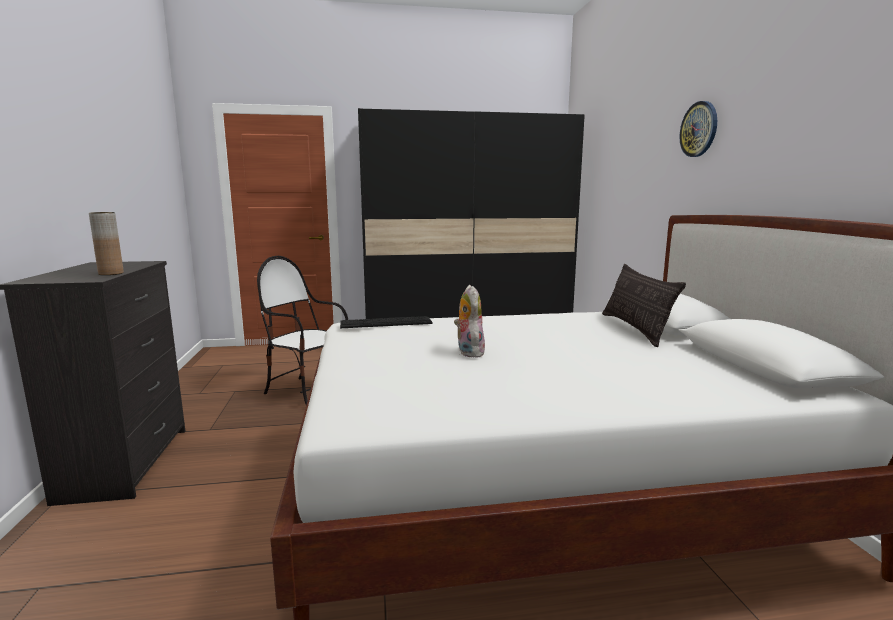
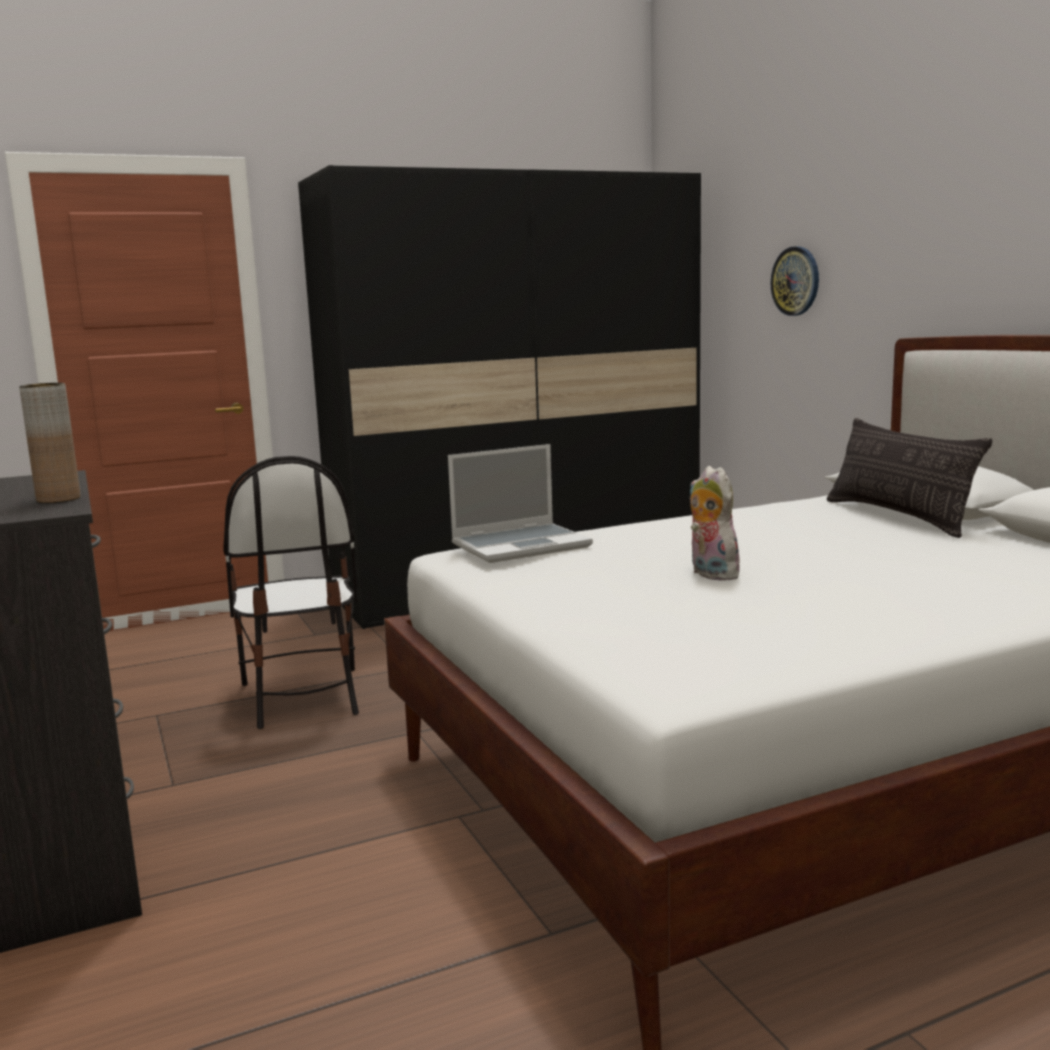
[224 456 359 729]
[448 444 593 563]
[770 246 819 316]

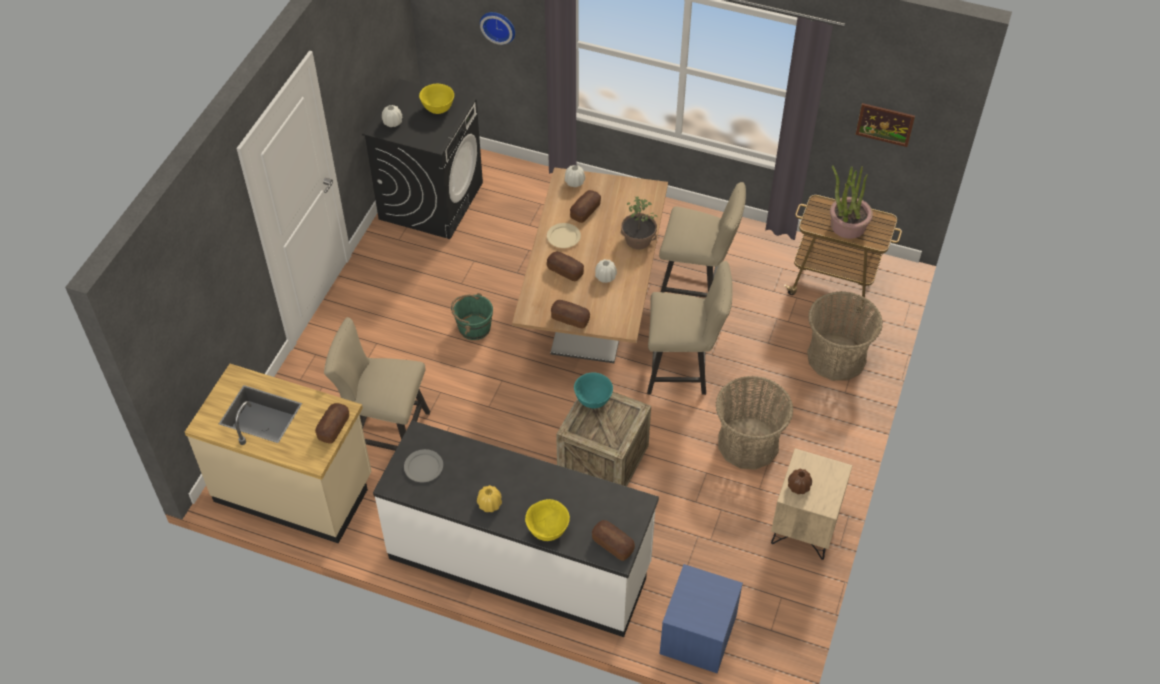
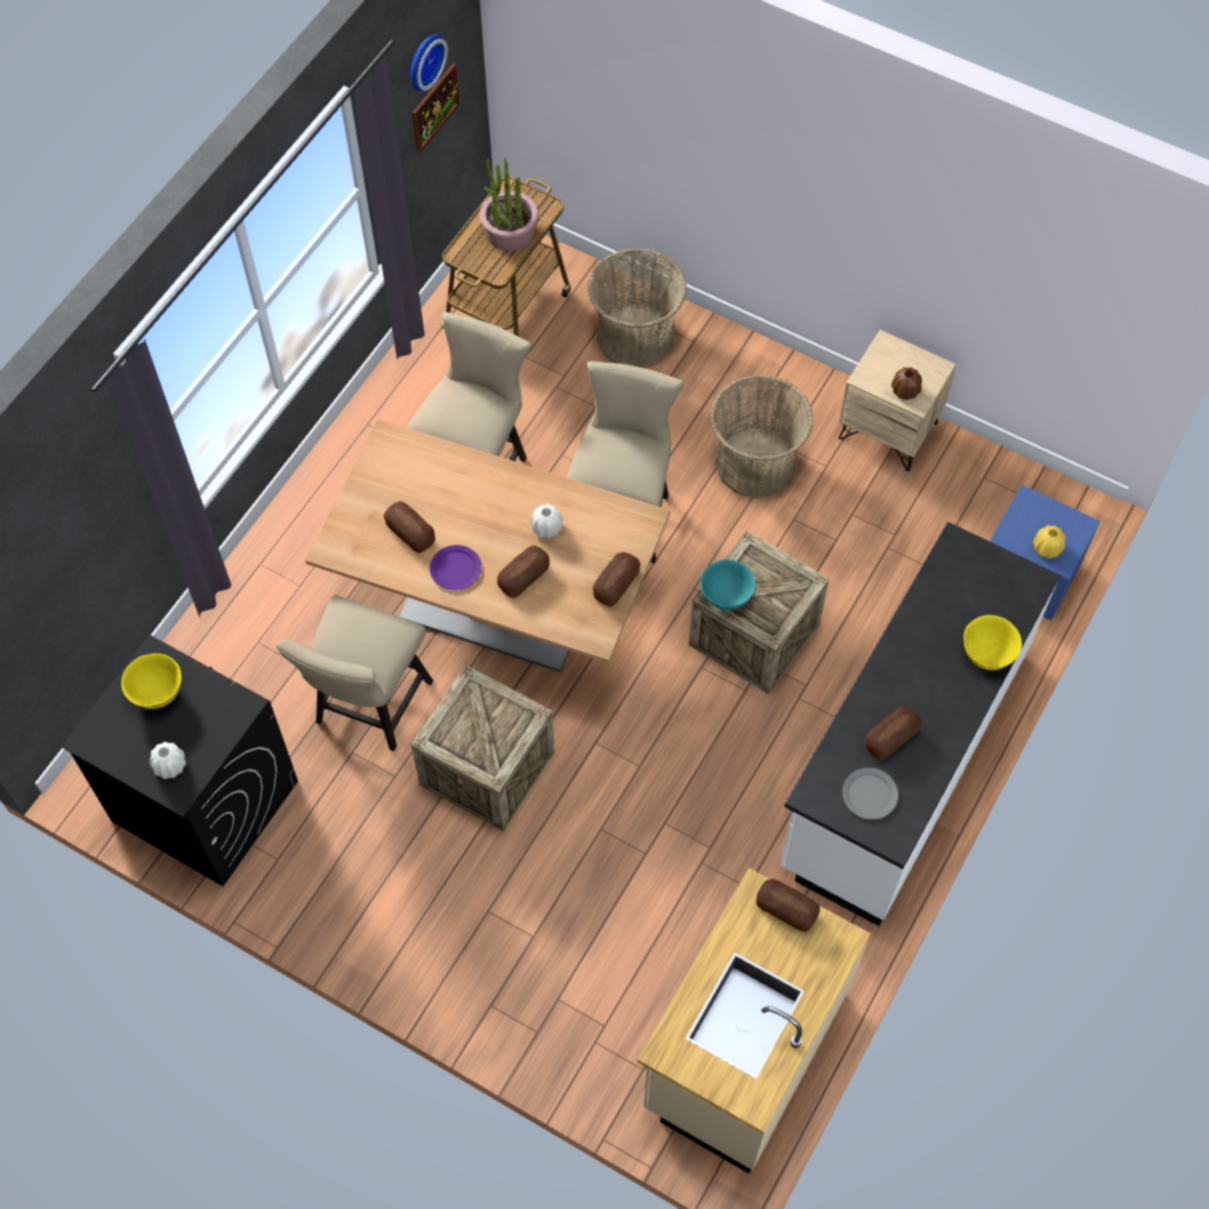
[276 595 433 751]
[411 665 555 831]
[1033 525 1066 559]
[410 34 448 91]
[430 545 482 590]
[565 165 585 187] (first image)
[864 707 921 760]
[621 197 658 249] (first image)

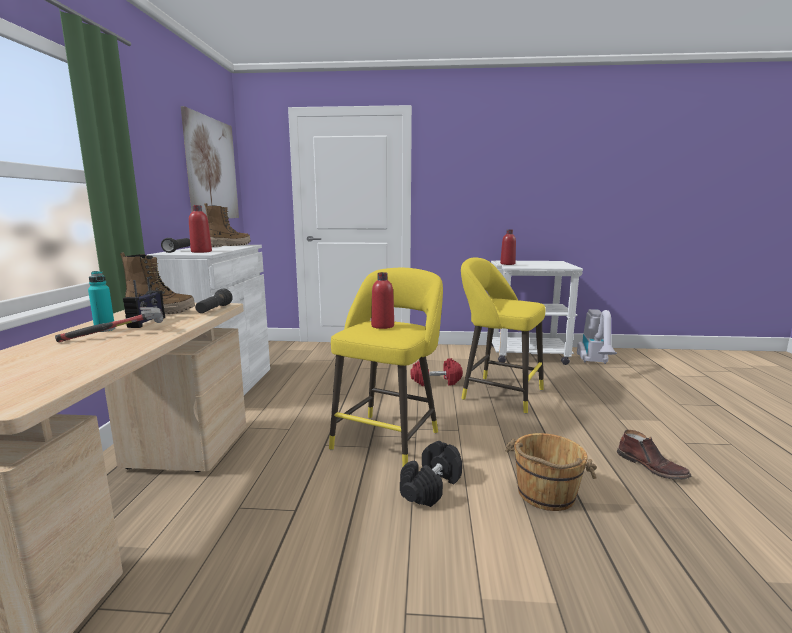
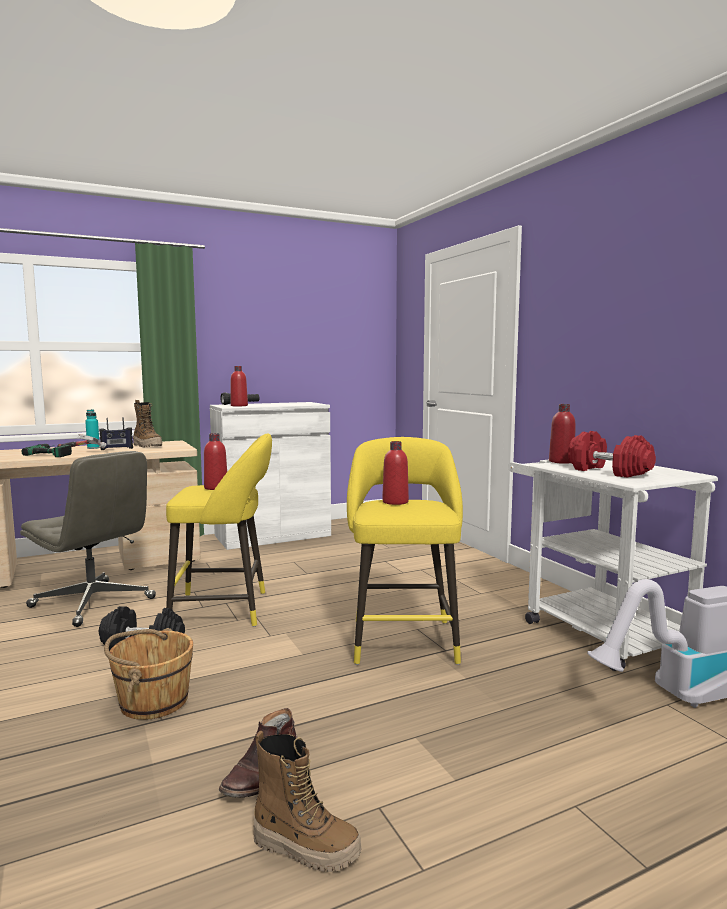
[181 106 239 218] (first image)
[195 289 233 313] (first image)
[254 730 362 872]
[568 431 656 477]
[20 451 156 627]
[22 444 72 457]
[382 441 409 505]

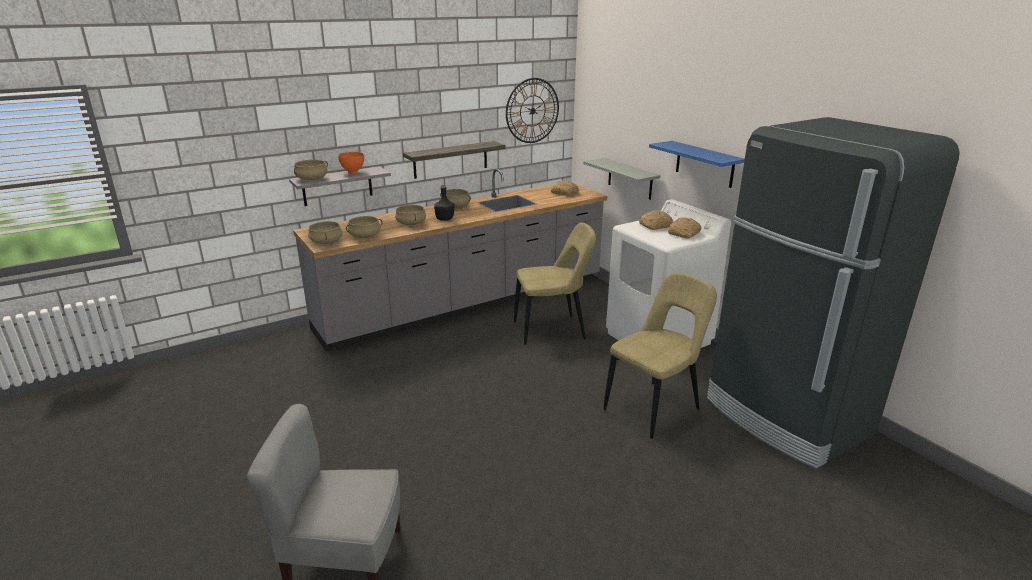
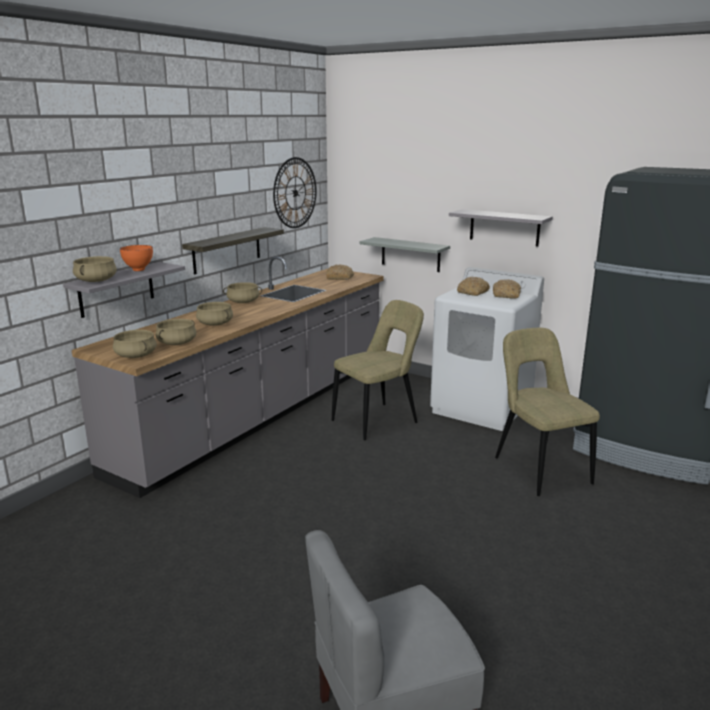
[434 184 454 221] (first image)
[495 328 600 496]
[449 209 553 246]

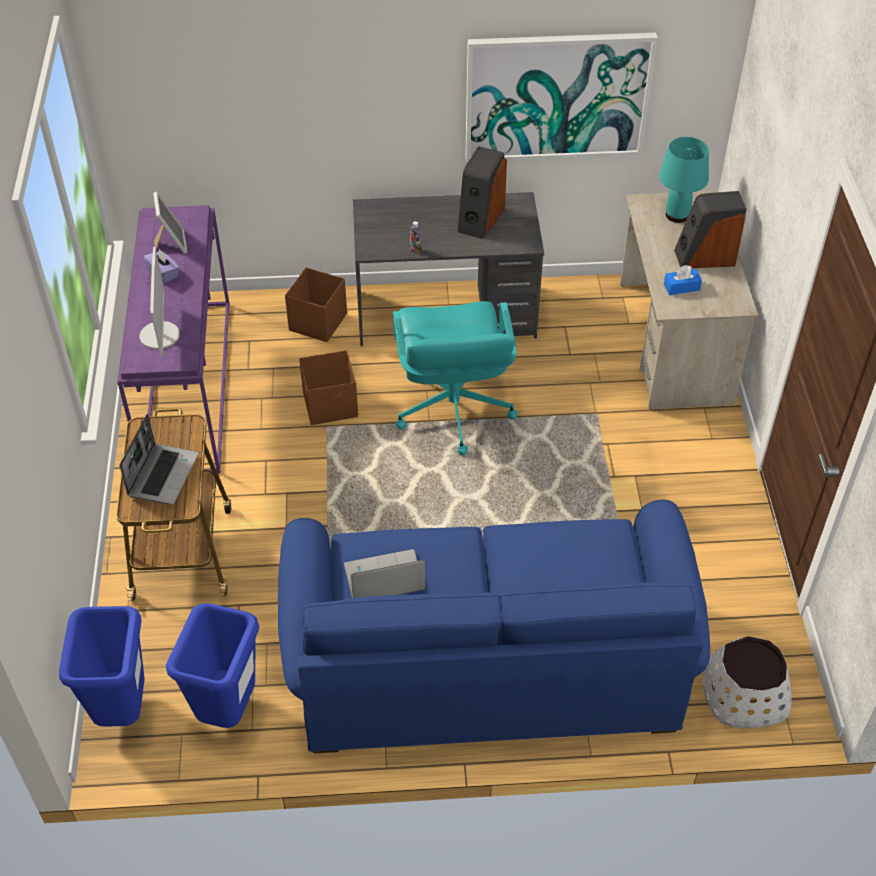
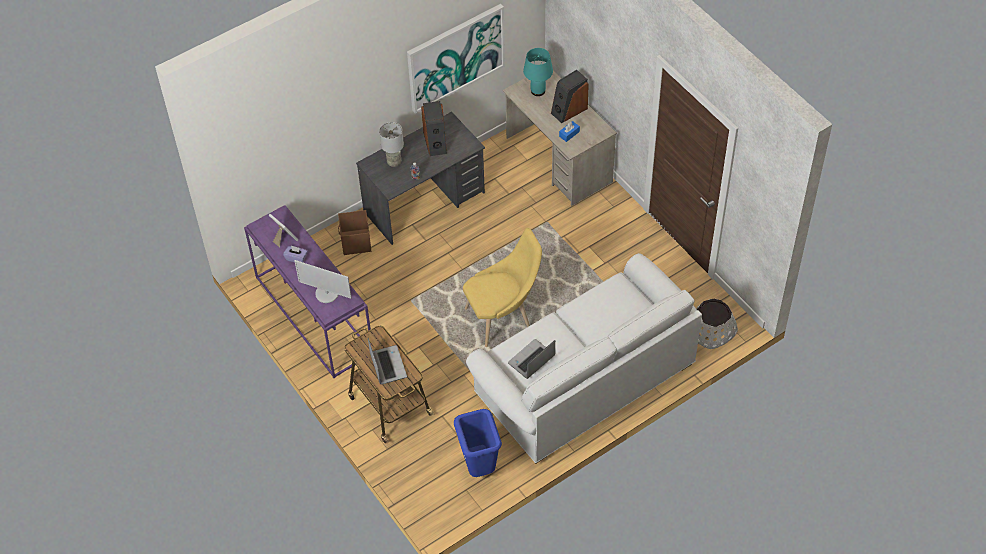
[59 606 145 727] (first image)
[295 260 352 303]
[466 253 703 463]
[299 350 358 425] (first image)
[393 301 518 455] (first image)
[379 122 404 167]
[463 228 542 347]

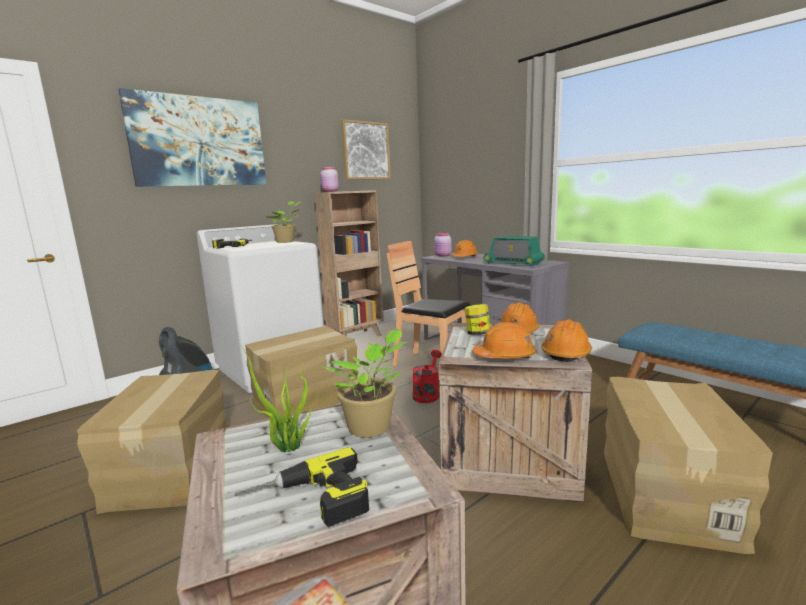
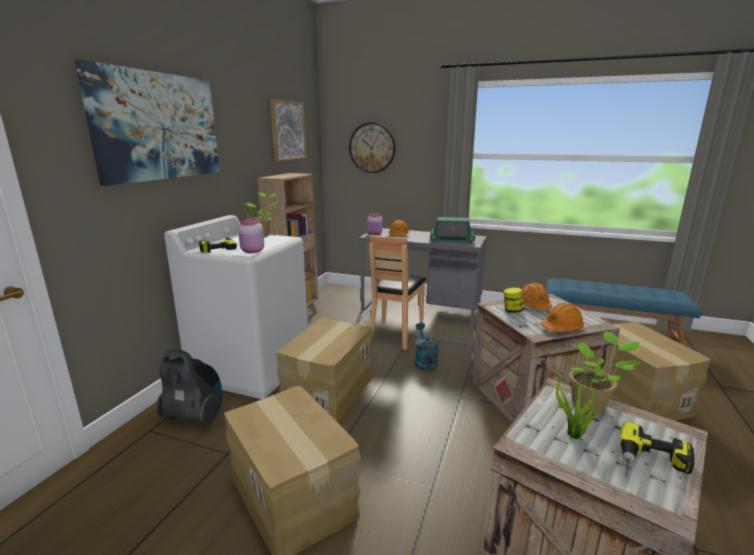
[238 219 264 253]
[369 235 426 350]
[415 323 439 371]
[541 319 592 362] (first image)
[349 122 395 173]

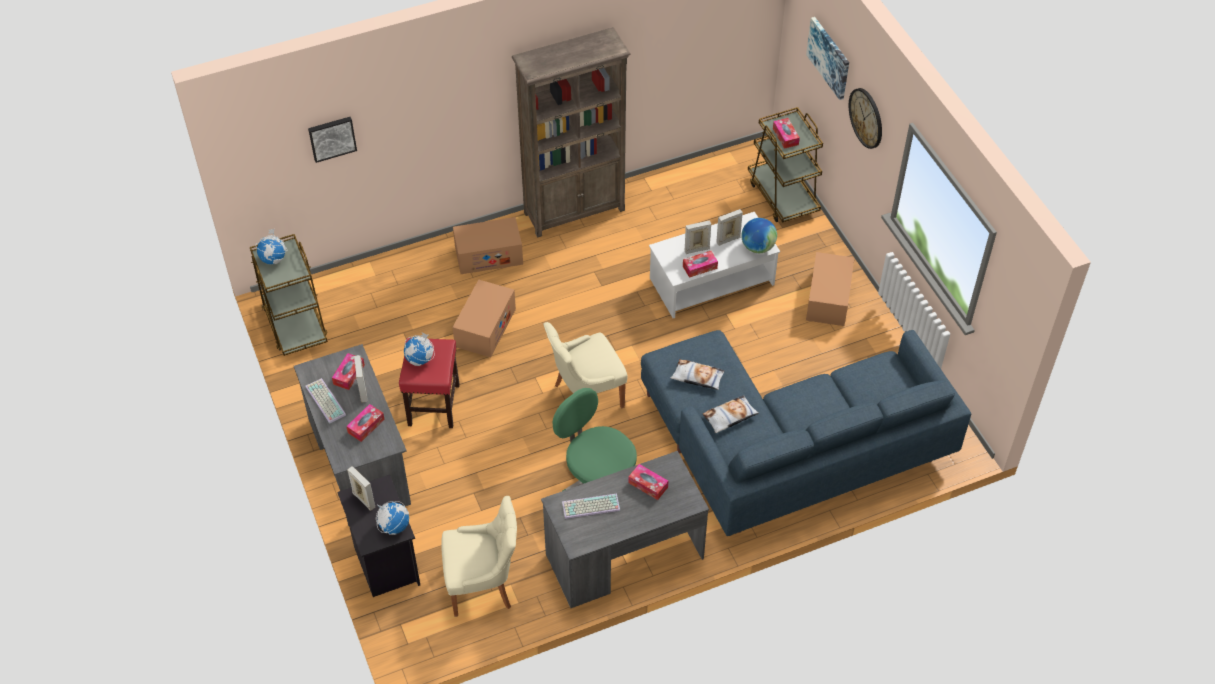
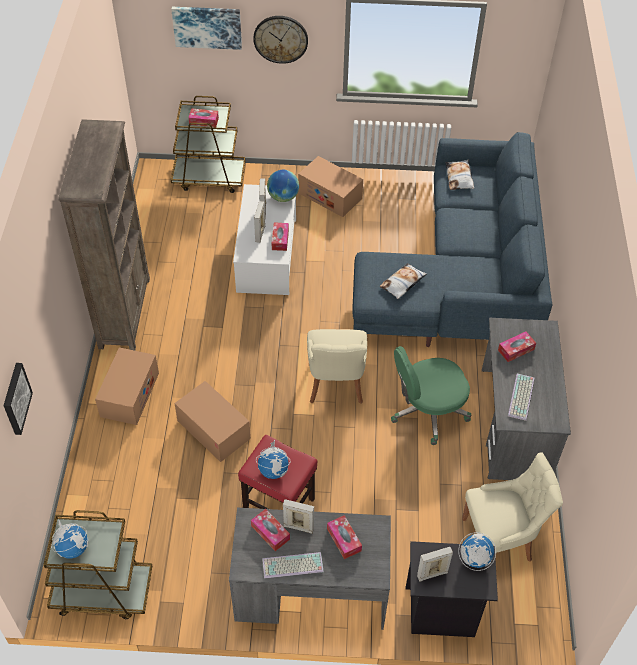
[462 452 563 562]
[446 160 474 190]

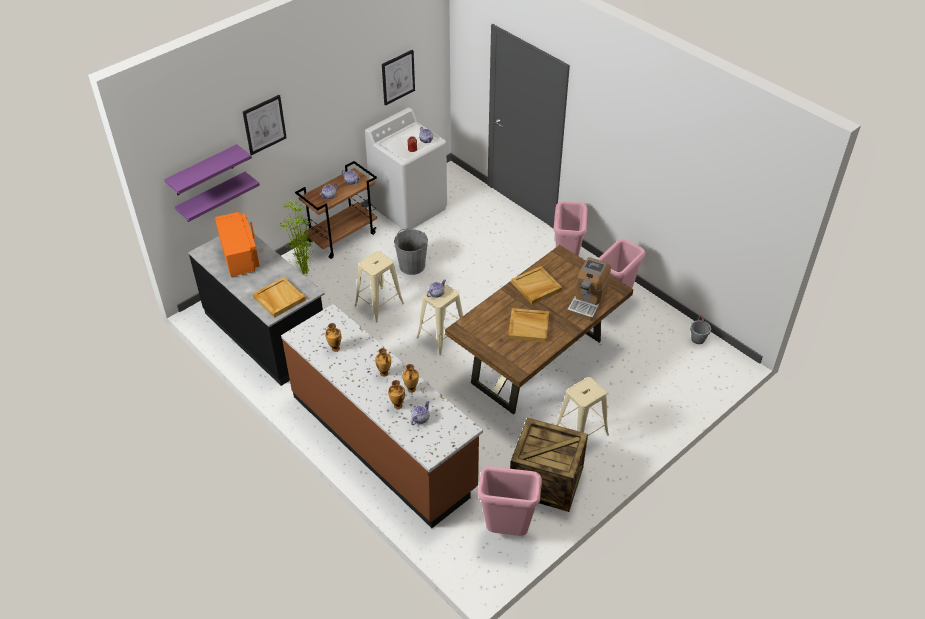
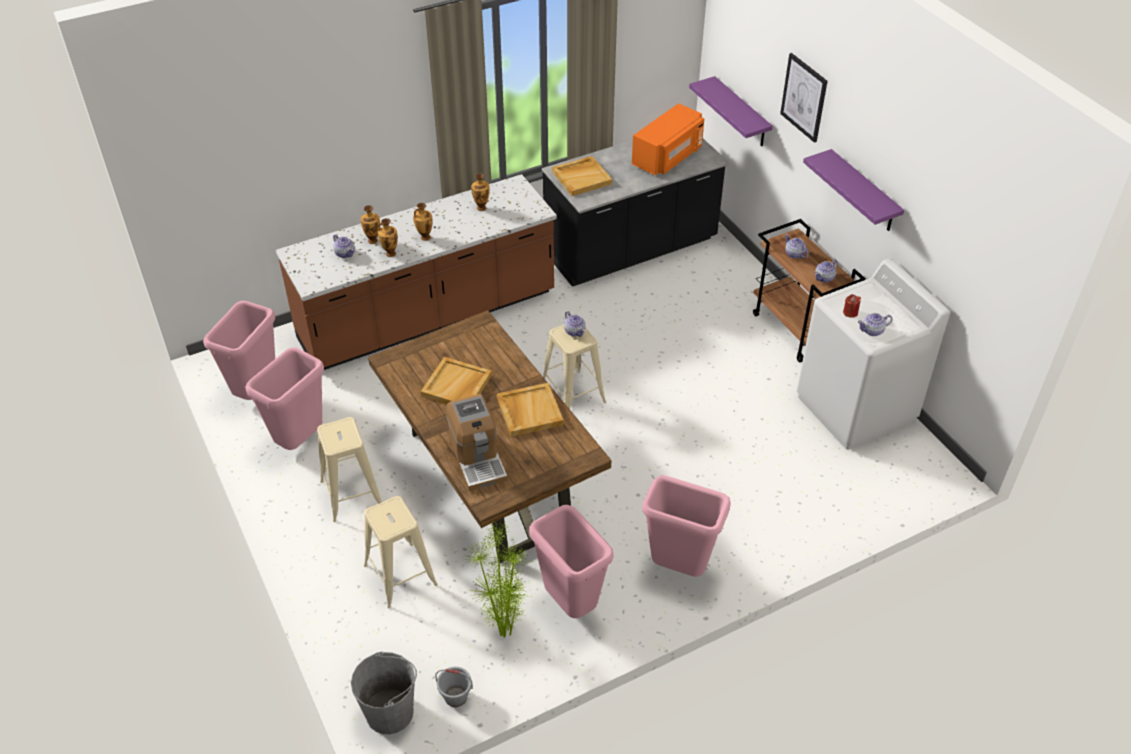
[803 149 904 231]
[632 103 704 175]
[463 521 531 638]
[364 496 438 608]
[382 50 415 106] (first image)
[351 651 417 734]
[245 347 324 450]
[446 394 508 491]

